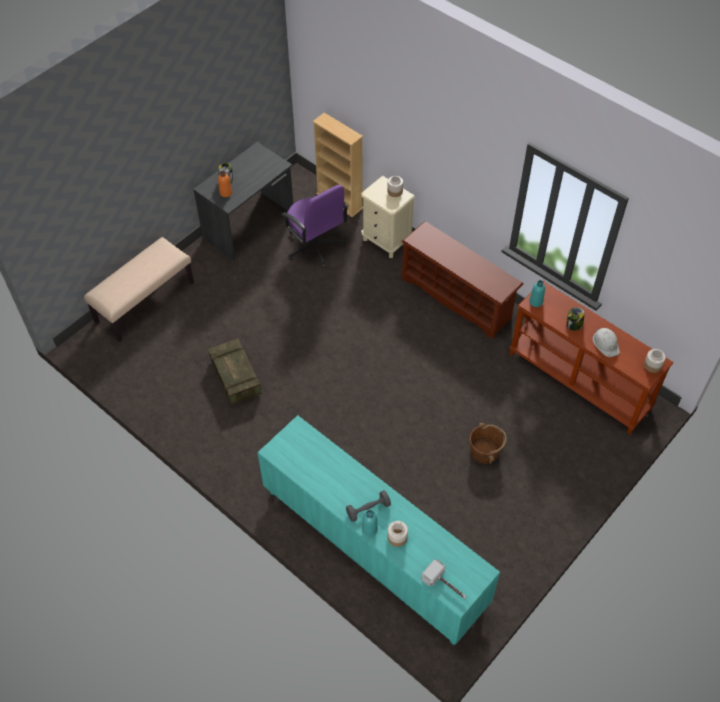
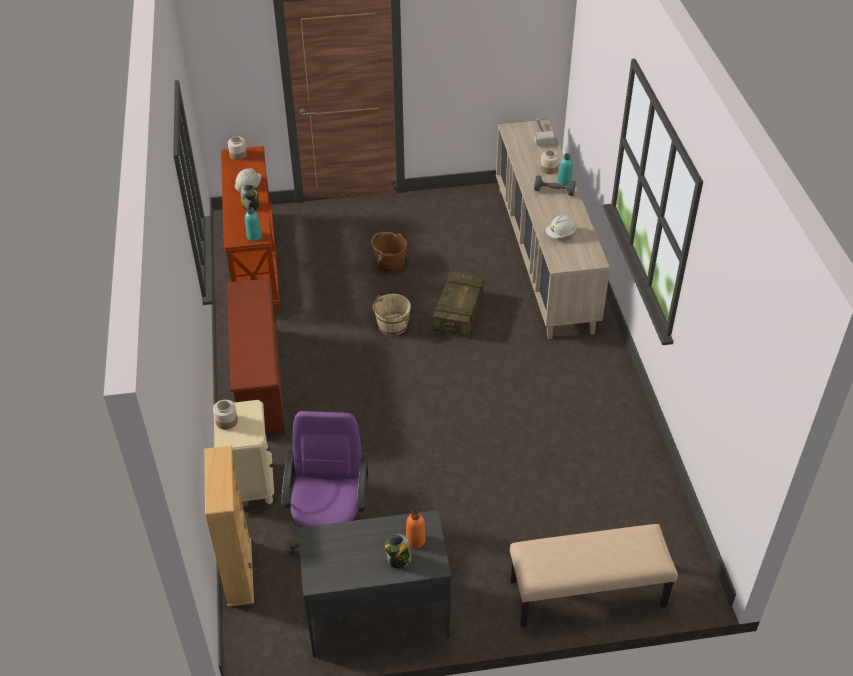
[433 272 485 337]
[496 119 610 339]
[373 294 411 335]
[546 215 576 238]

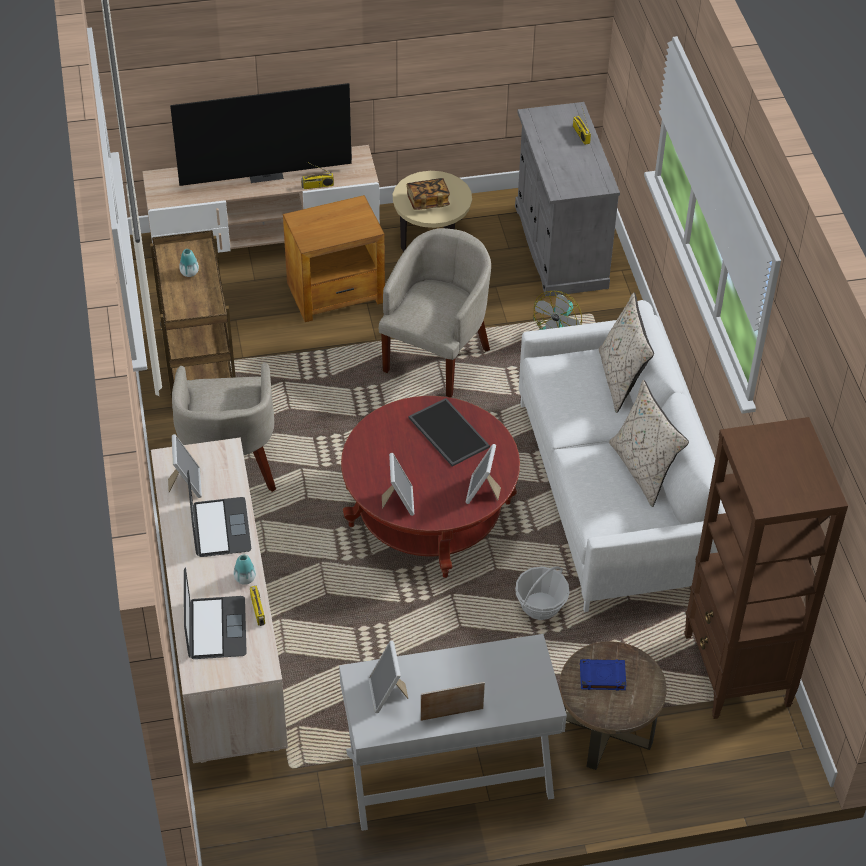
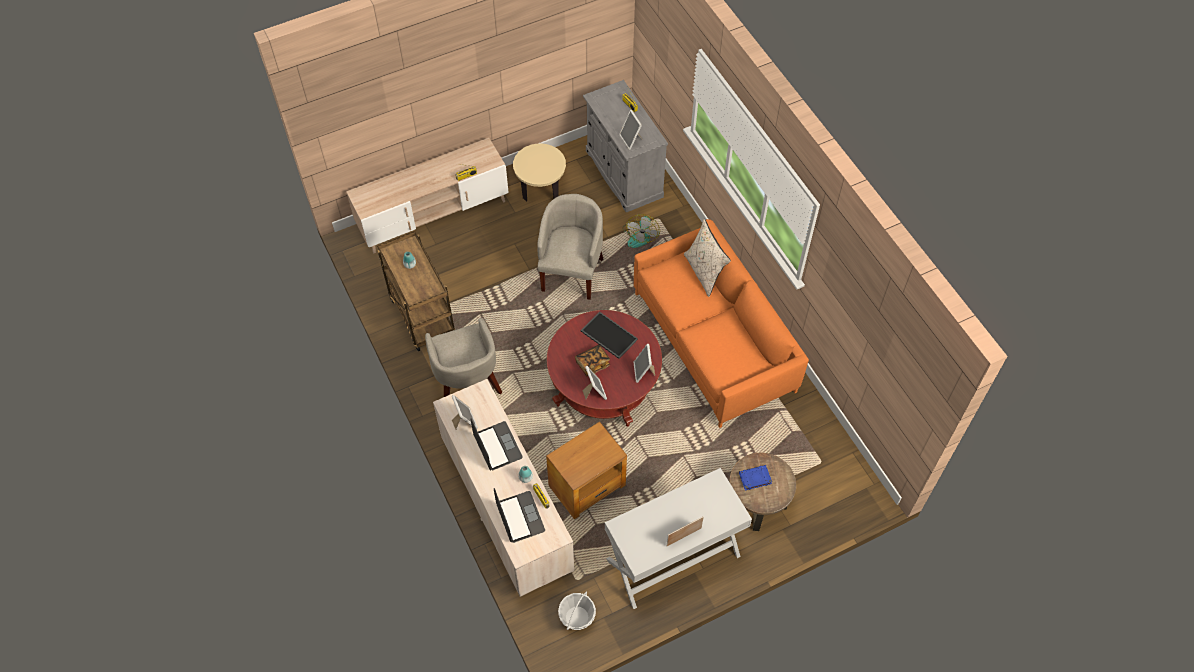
[170 83 352 186] (first image)
[546 422 627 520]
[619 110 643 150]
[575 345 610 376]
[558 591 596 630]
[634 219 809 428]
[609 380 689 507] (first image)
[684 417 848 719] (first image)

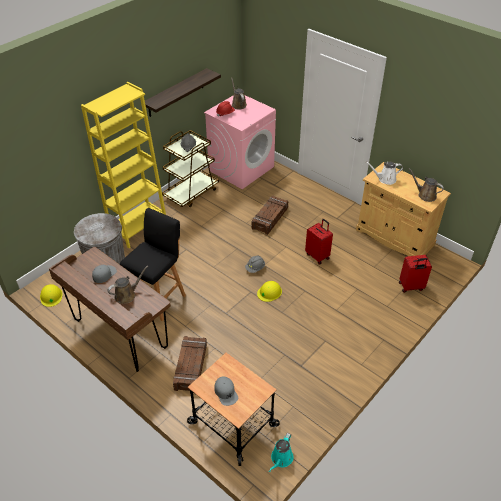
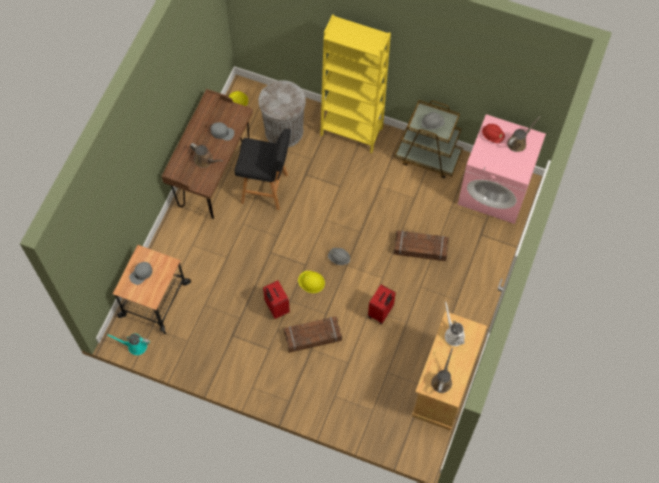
[145 68 221 117] (first image)
[284 316 342 353]
[263 280 290 319]

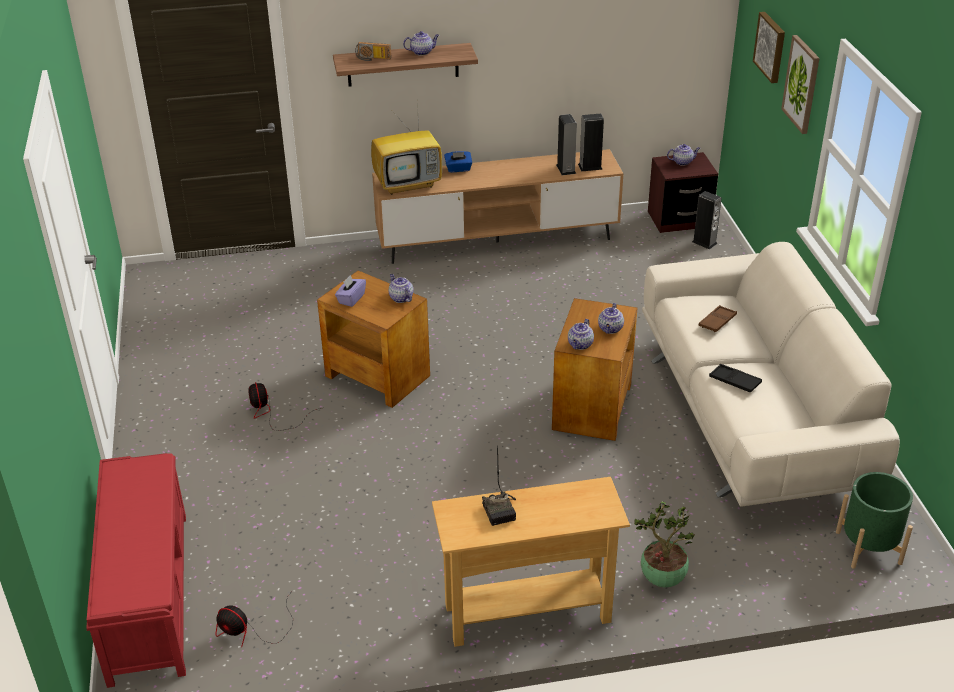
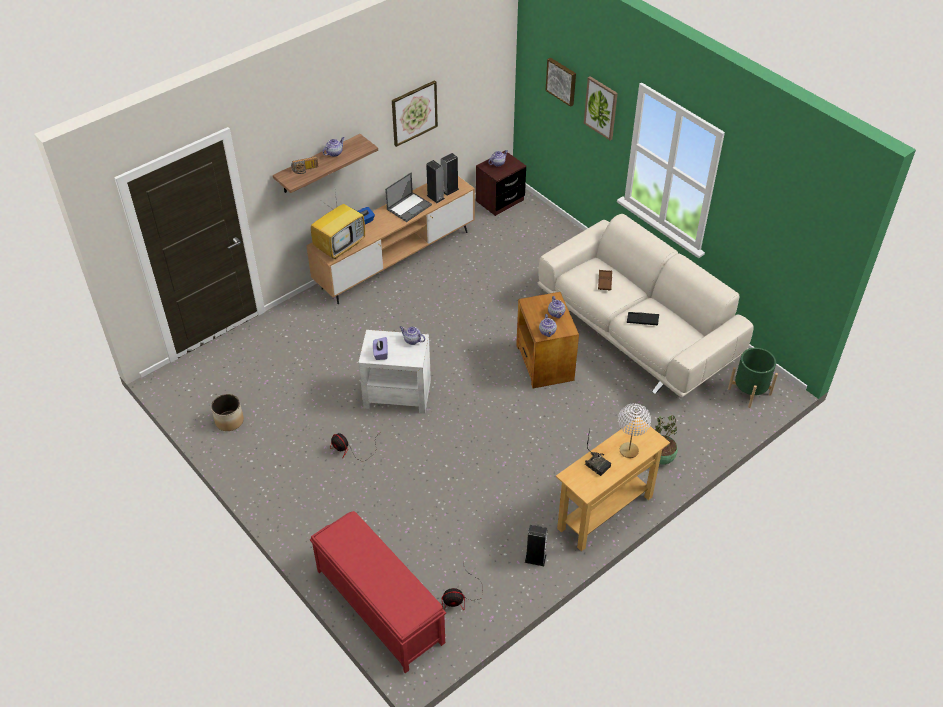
[358 330 431 414]
[525 525 548 566]
[211 394 244 431]
[385 172 432 222]
[392 80 438 147]
[618 403 651 458]

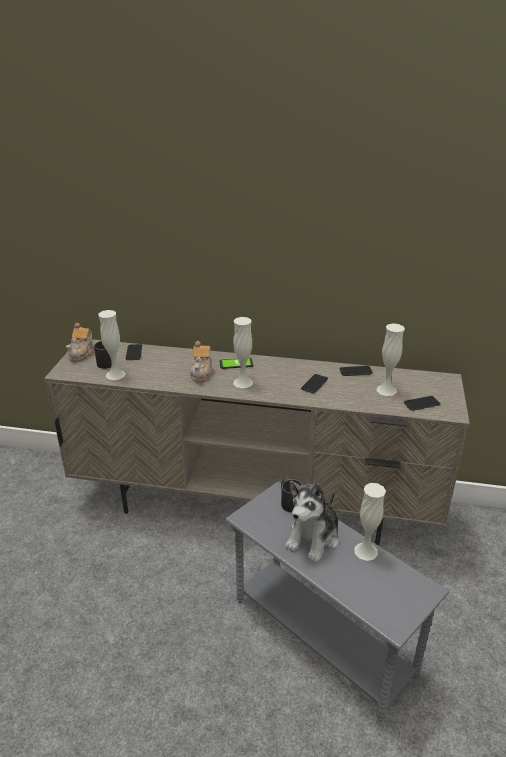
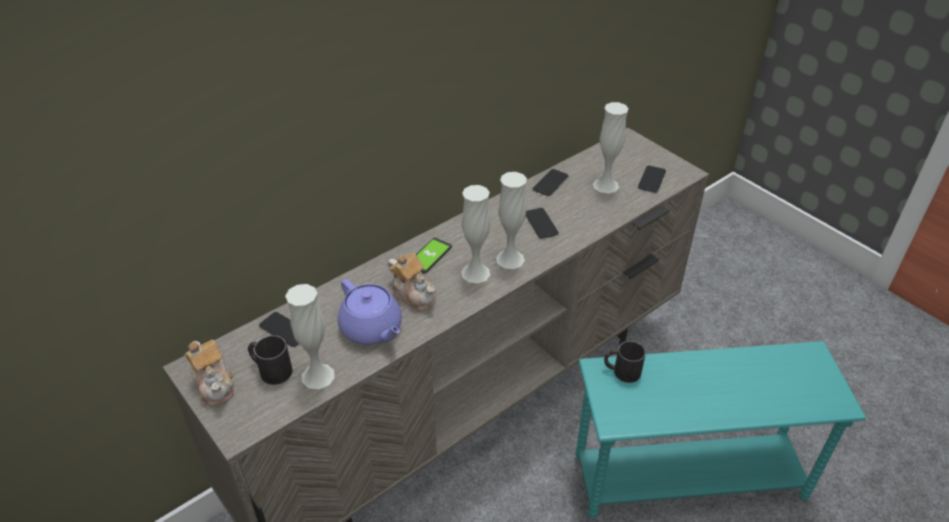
[575 341 866 519]
[285 481 340 562] (first image)
[496 172 527 269]
[338 279 402 345]

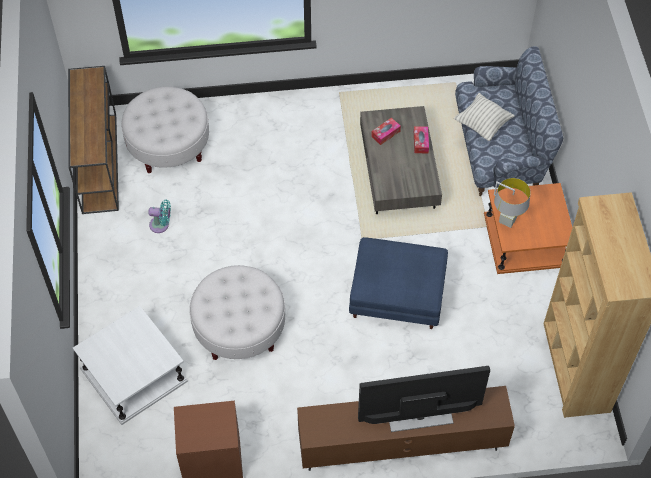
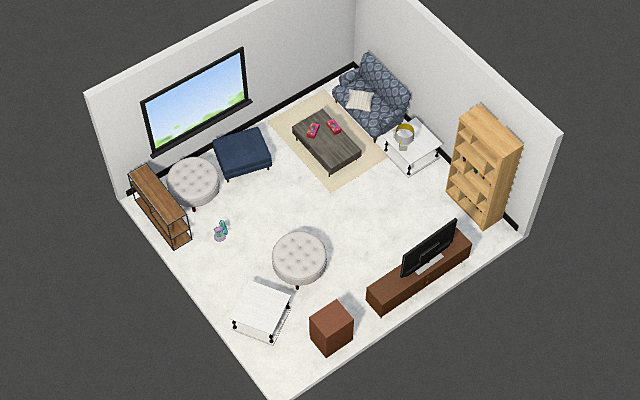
[213 127 272 182]
[382 117 443 178]

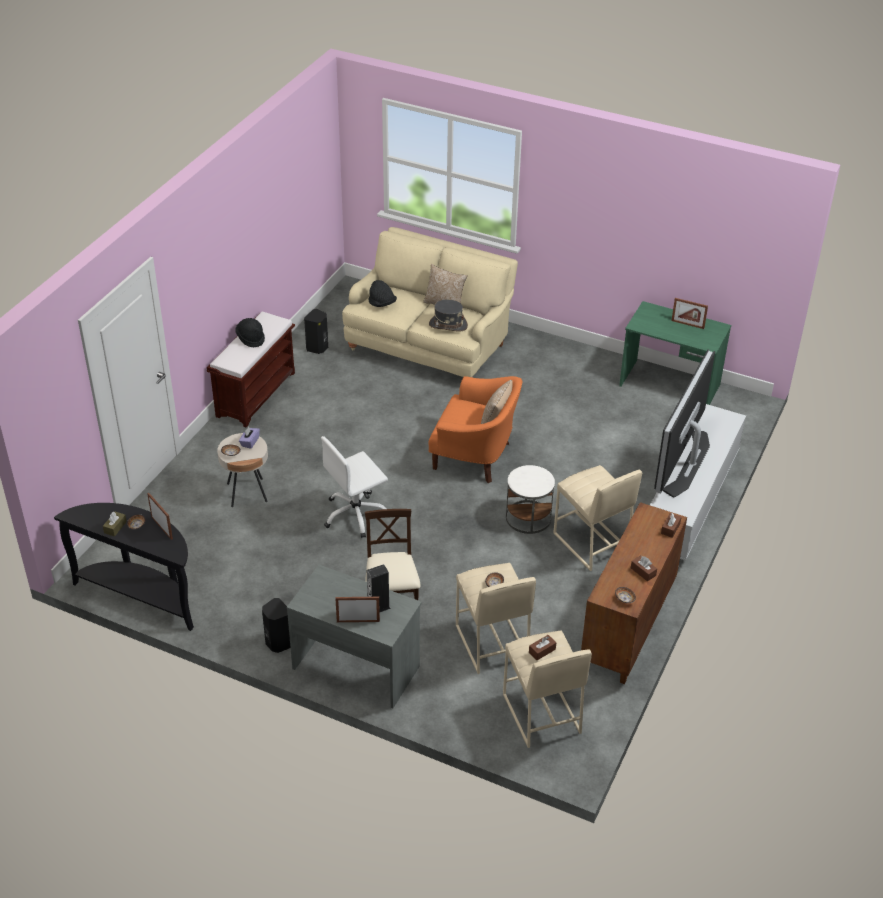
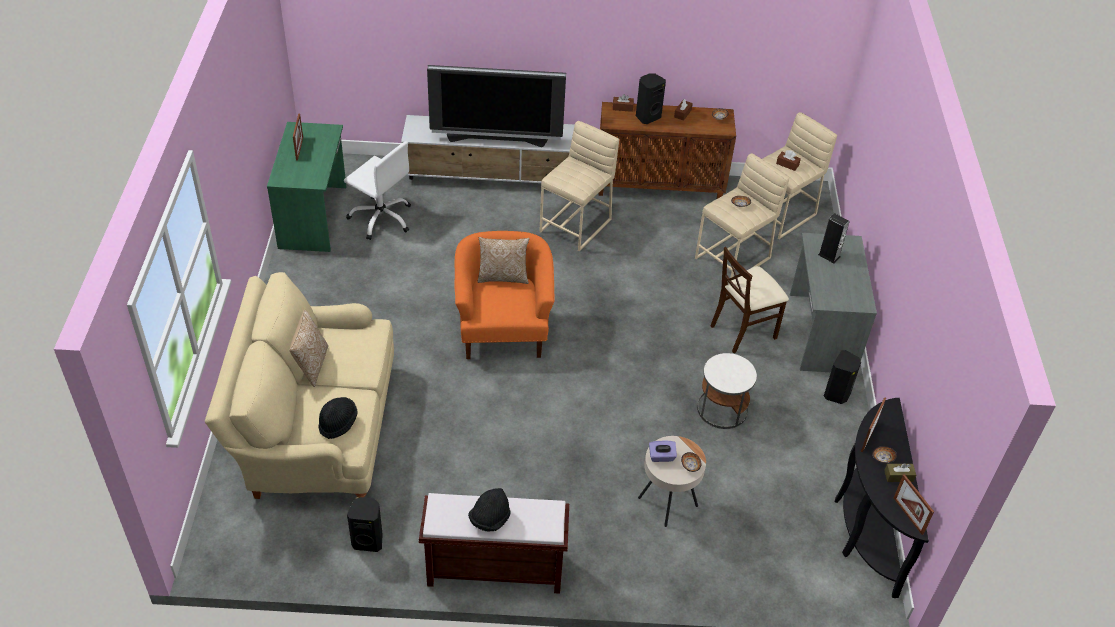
[344 141 411 240]
[894 474 934 535]
[429 300 468 332] (first image)
[697 353 757 429]
[636 73 666 124]

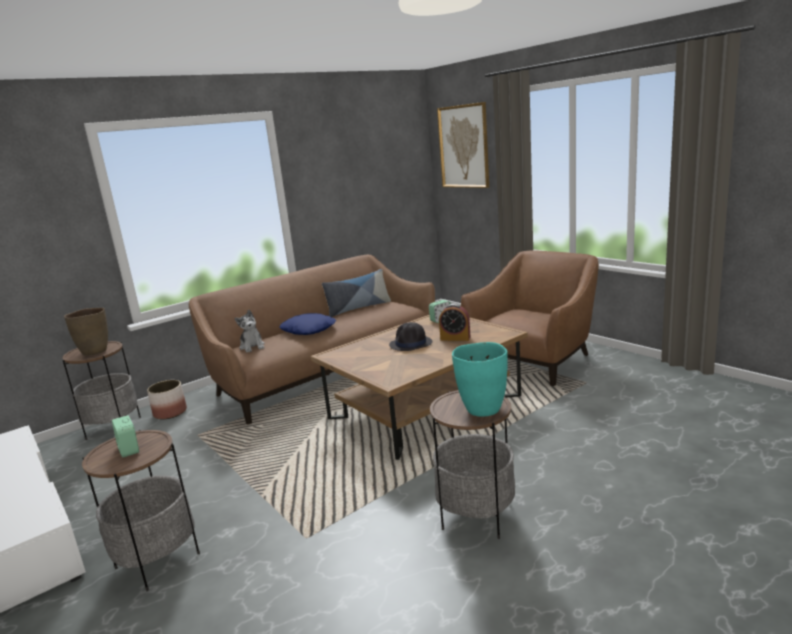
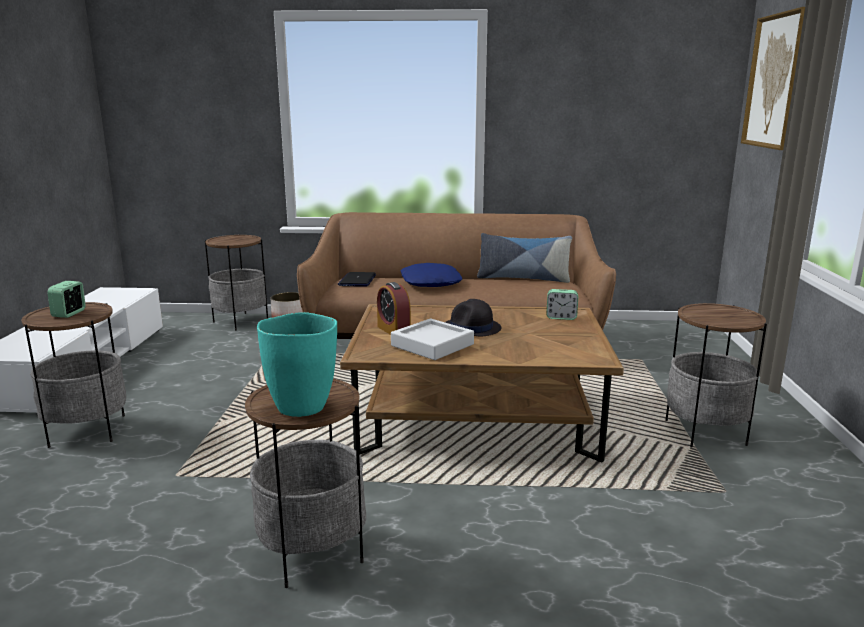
[64 308 108 356] (first image)
[338 272 376 287]
[377 282 411 335]
[665 303 767 448]
[391 319 474 360]

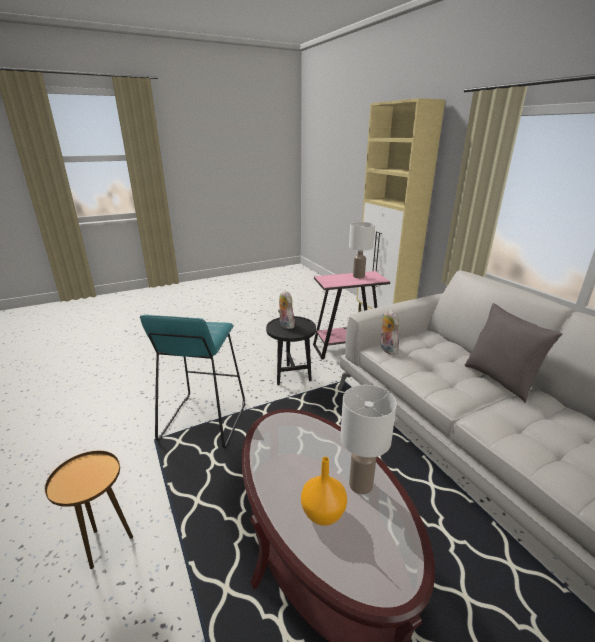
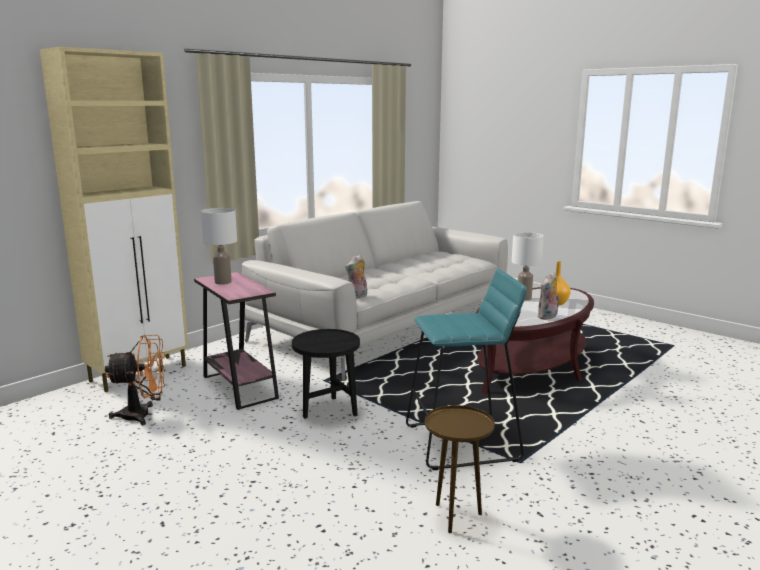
[425 405 495 533]
[537 272 560 320]
[464 303 563 403] (first image)
[105 335 166 425]

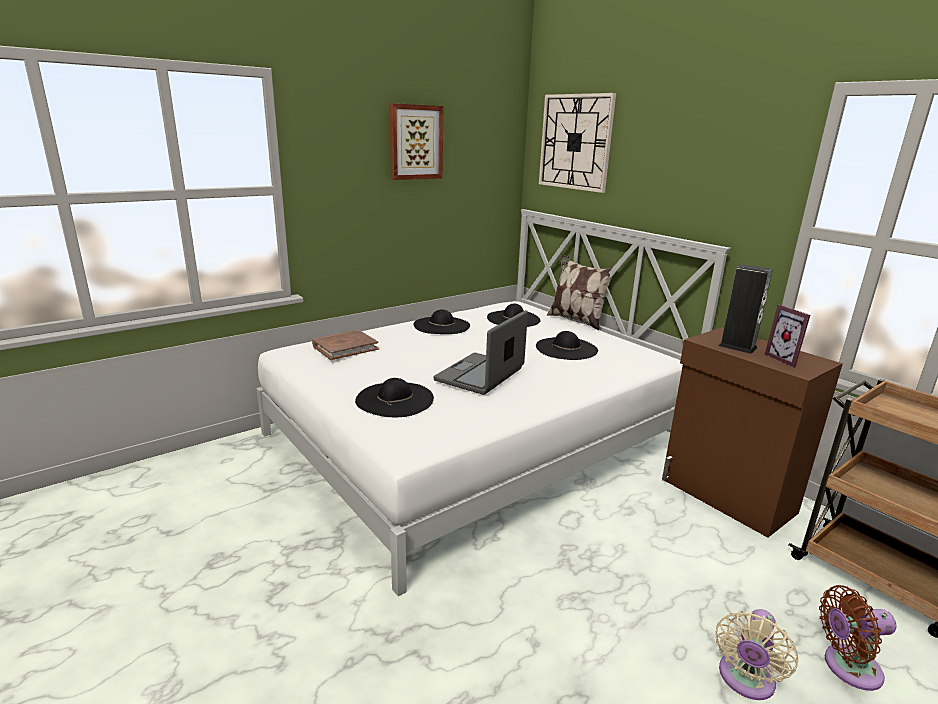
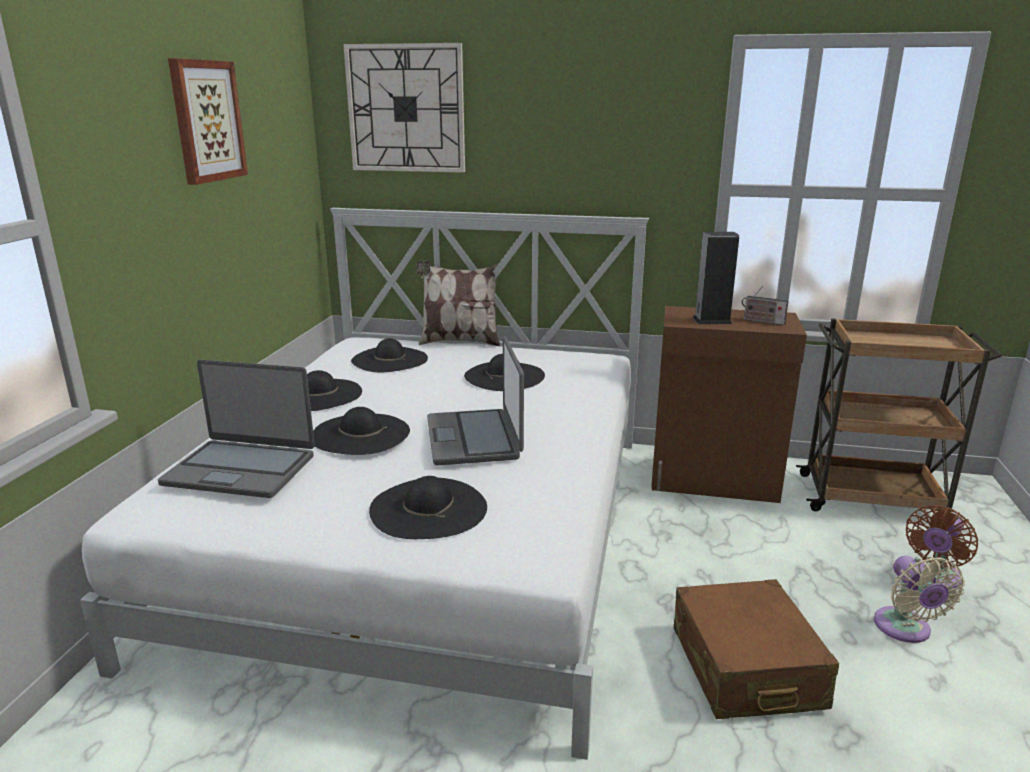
[158 360 315 498]
[742 286 788 325]
[313 407 410 455]
[674 579 839 719]

